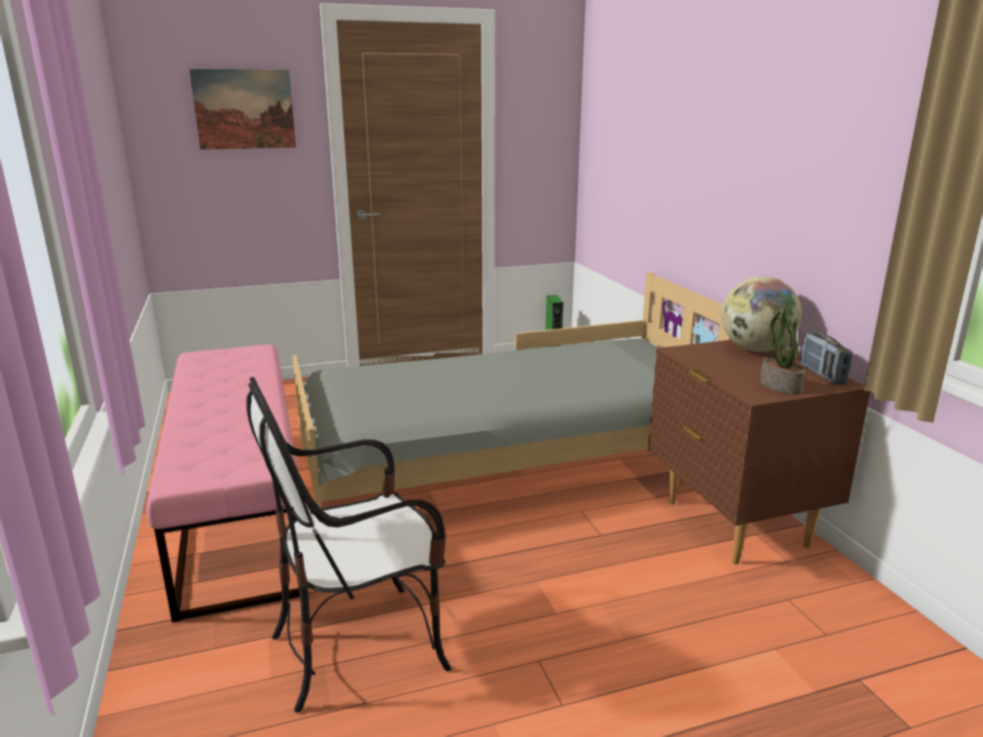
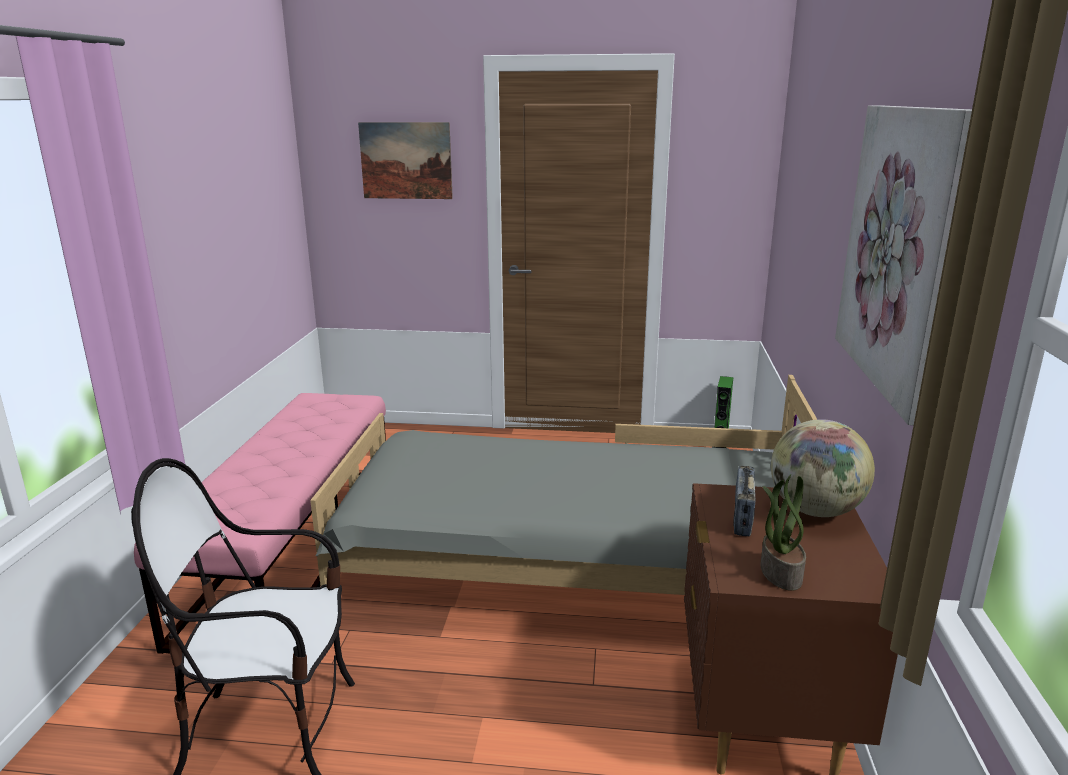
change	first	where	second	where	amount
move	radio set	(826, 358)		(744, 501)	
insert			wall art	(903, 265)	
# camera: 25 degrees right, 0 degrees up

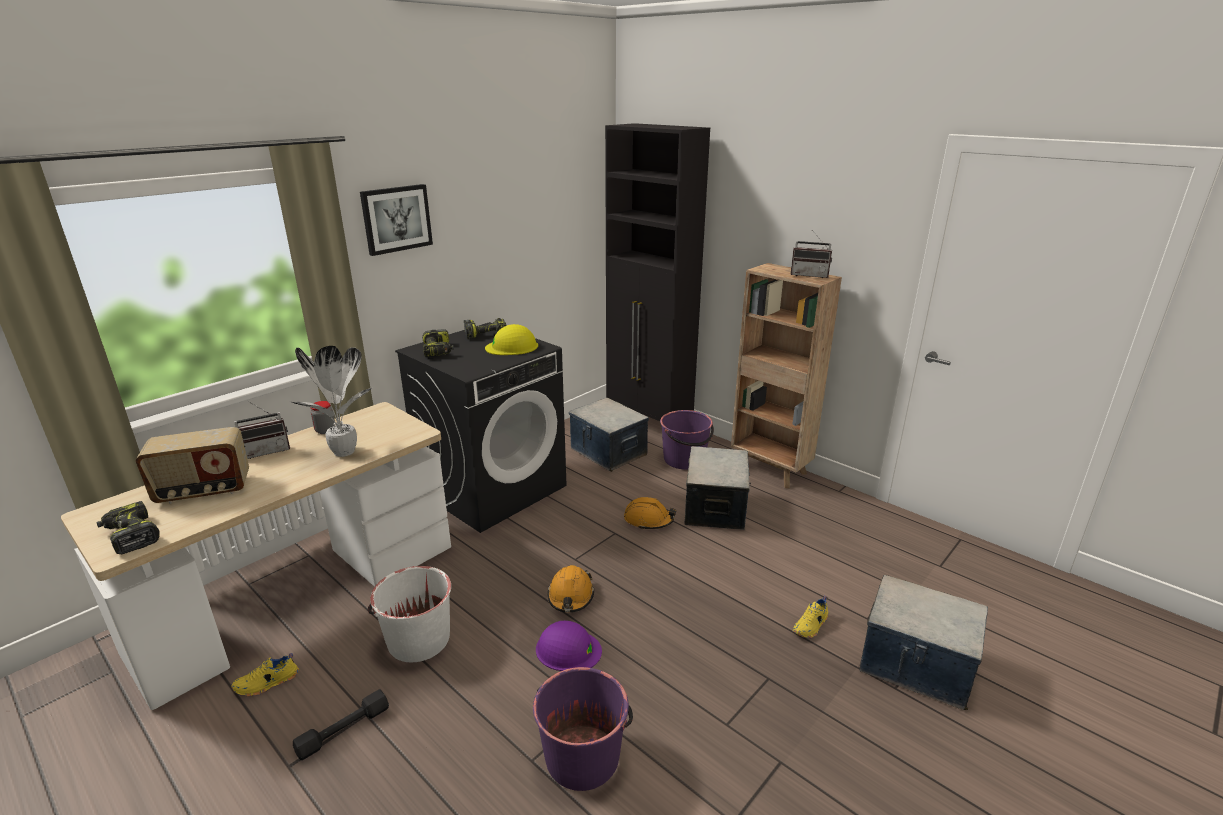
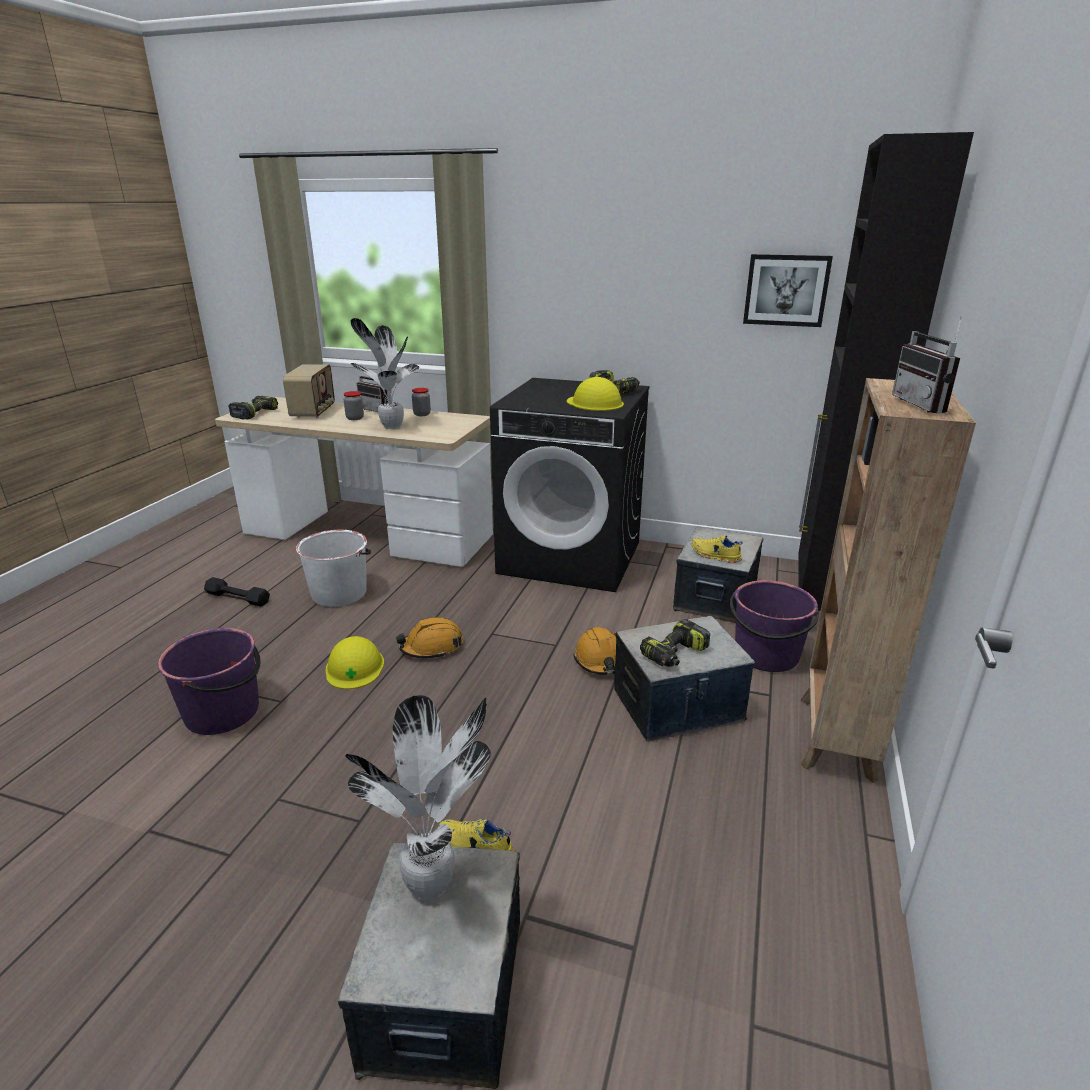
change	first	where	second	where	amount
move	wall art	(396, 220)		(788, 290)	
move	power drill	(438, 343)		(675, 643)	
rotate	radio set	(192, 465)		(309, 391)	135 degrees counterclockwise
recolor	hard hat (purplish)	(569, 646)	hard hat (yellow-coloured)	(355, 662)	
move	low shoe (yellow-coloured)	(265, 675)		(717, 549)	
insert			preserve jar	(354, 405)	
insert			plant in a pot	(418, 798)	
# camera: 65 degrees right, 0 degrees up

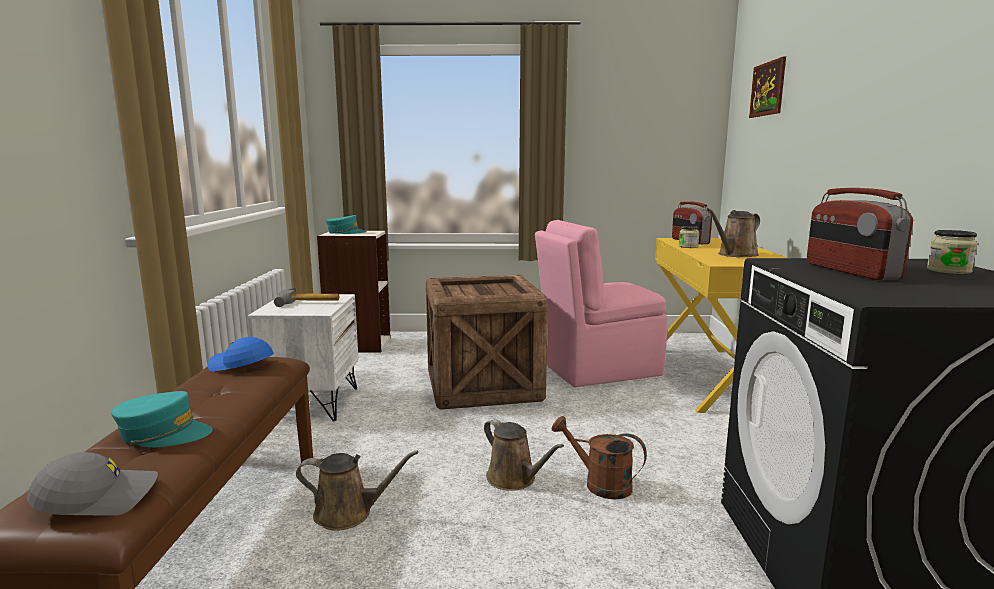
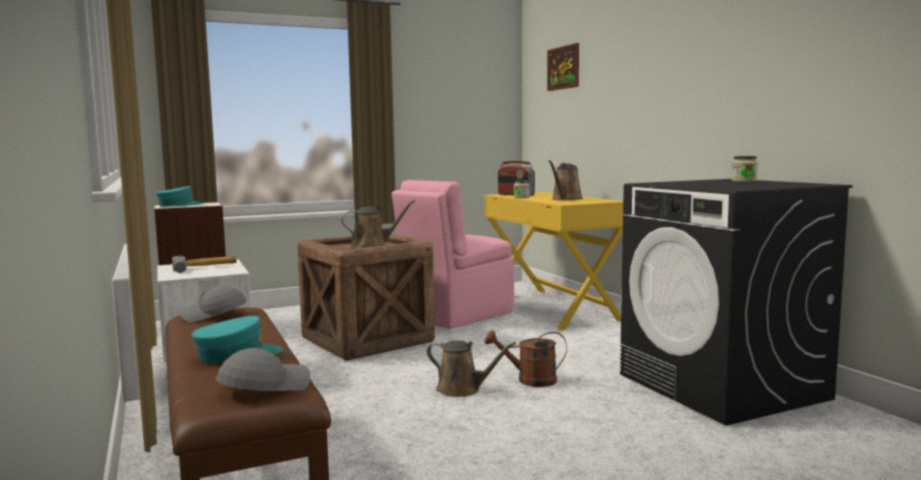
change	first	where	second	where	amount
delete	radio set	(860, 234)			
recolor	cap (blue)	(241, 354)	cap (greyish)	(213, 304)	
move	sprinkling can (brown-coloured)	(357, 490)		(378, 224)	
# camera: 25 degrees left, 5 degrees down

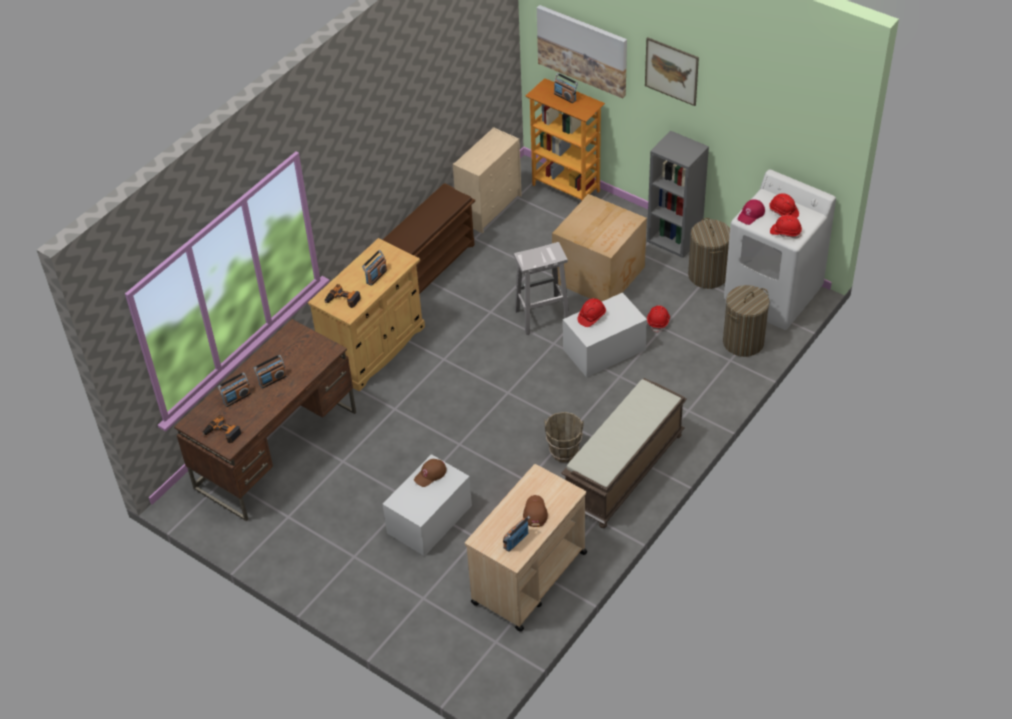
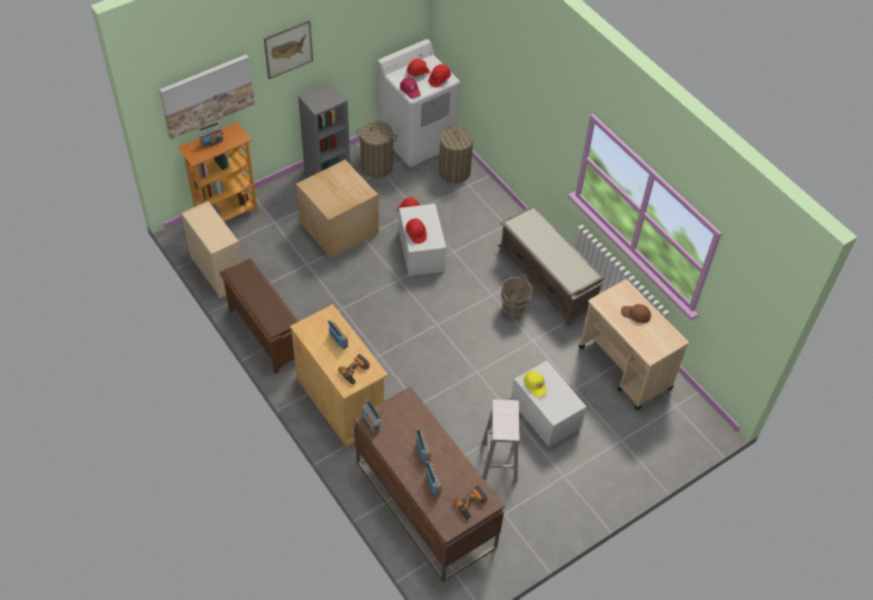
change	first	where	second	where	amount
move	stool (white-coloured)	(541, 288)		(501, 441)	
recolor	cap (brown-coloured)	(430, 473)	cap (yellow-coloured)	(535, 384)	
move	radio set	(516, 534)		(371, 417)	
# camera: 75 degrees left, 5 degrees up

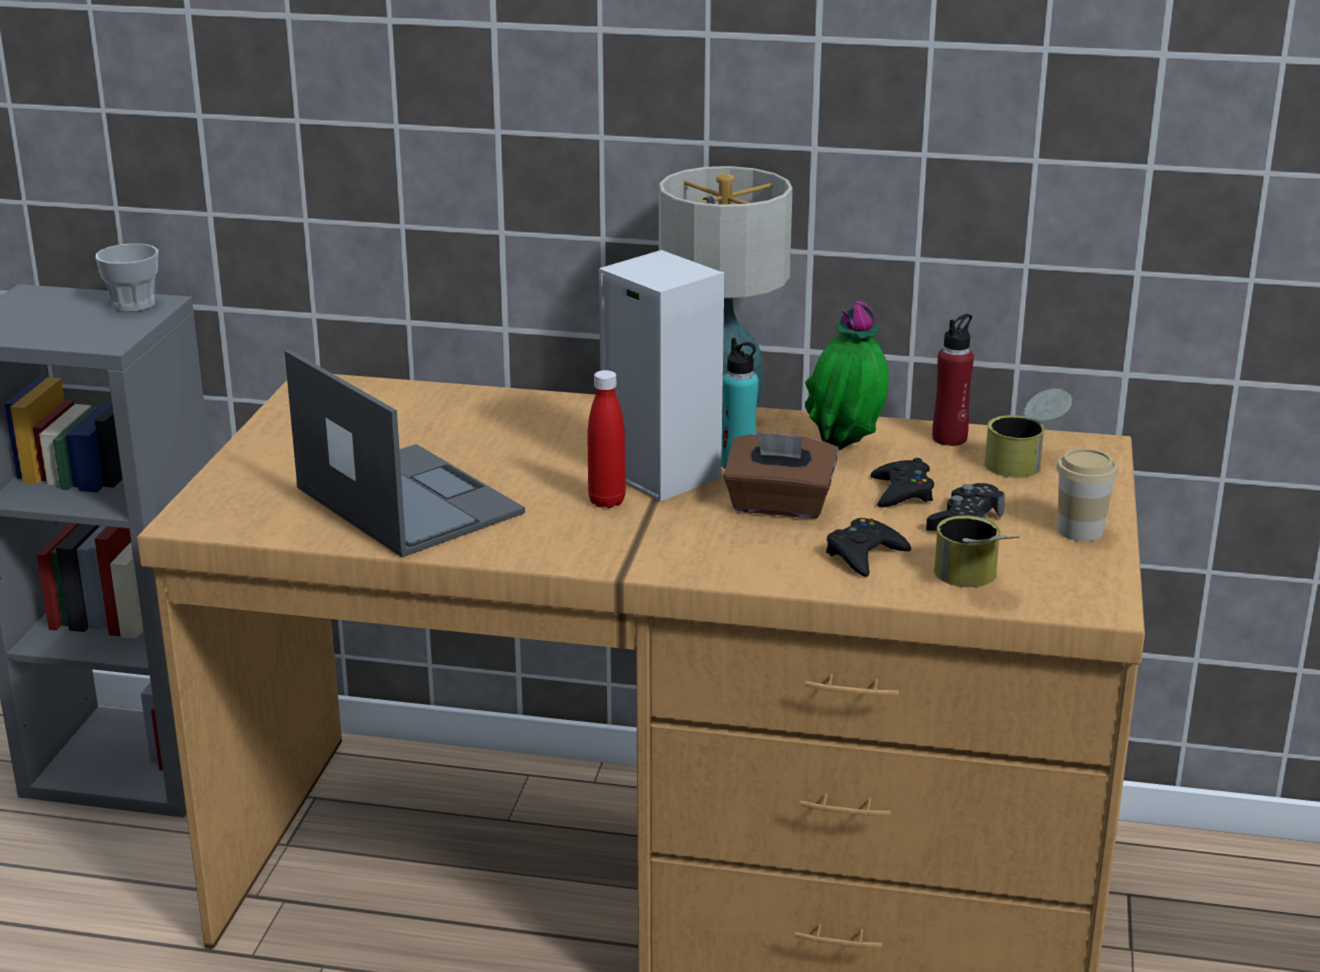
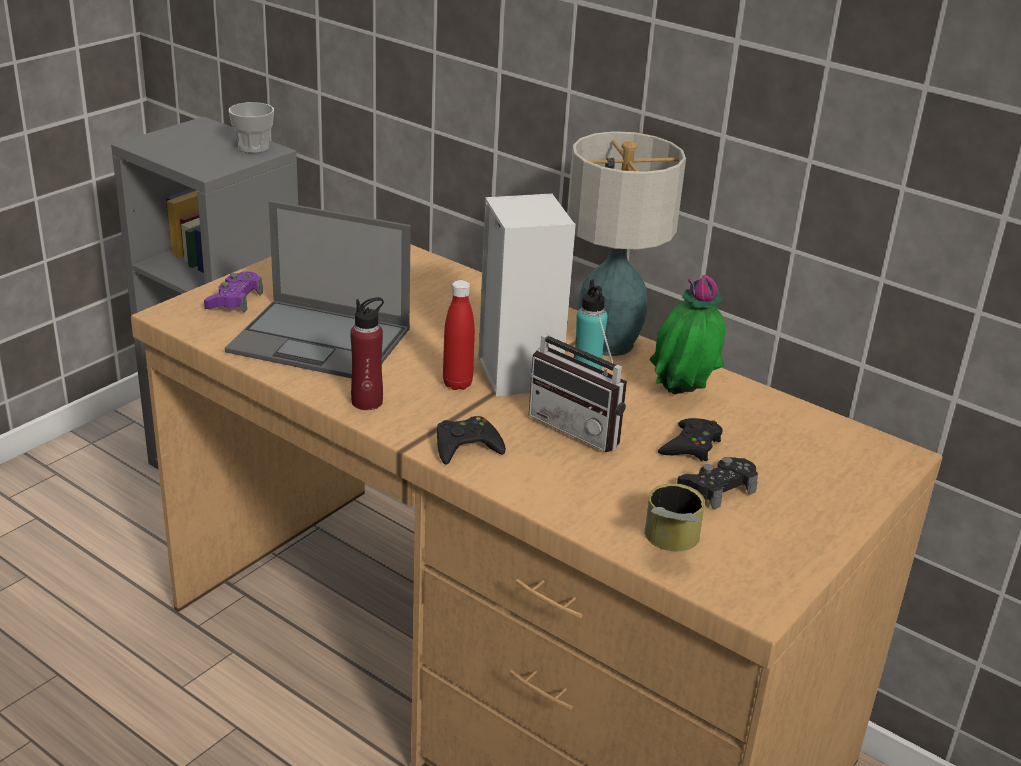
change	first	where	second	where	amount
move	bottle (red)	(953, 380)		(367, 353)	
rotate	notebook computer	(405, 453)		(318, 289)	120 degrees clockwise
delete	metal can	(1028, 433)			
replace	tissue holder (brown-coloured)	(781, 475)	radio set	(578, 381)	
delete	cup	(1087, 495)			
move	joypad (blackish)	(868, 547)		(471, 440)	
insert			joypad (purplish)	(233, 292)	
# camera: 25 degrees right, 5 degrees up

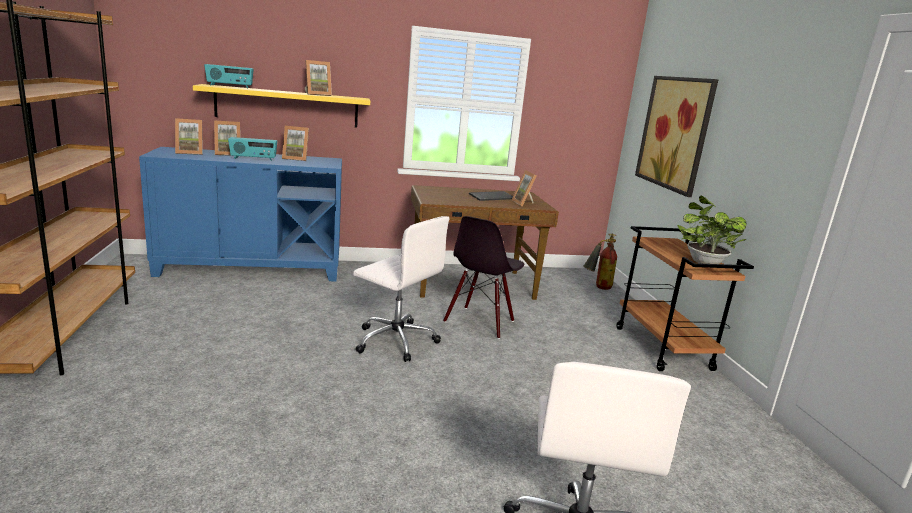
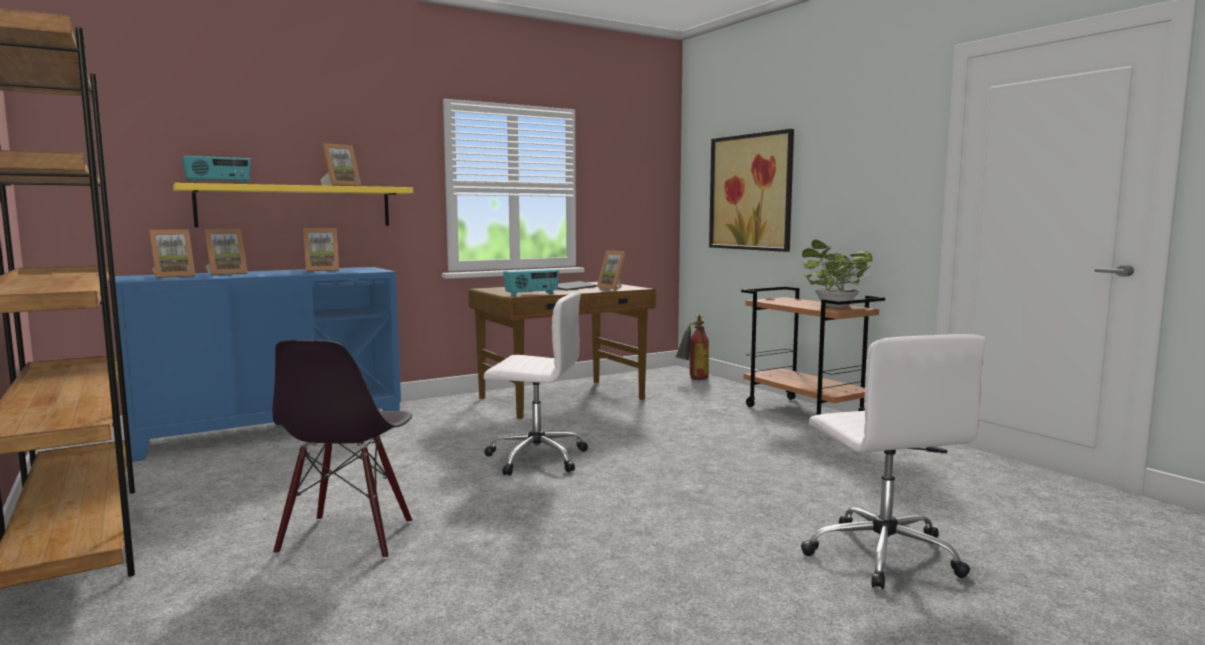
change	first	where	second	where	amount
move	radio set	(252, 149)		(531, 282)	
move	plain chair (blackish)	(483, 277)		(342, 449)	
# camera: 20 degrees left, 10 degrees down

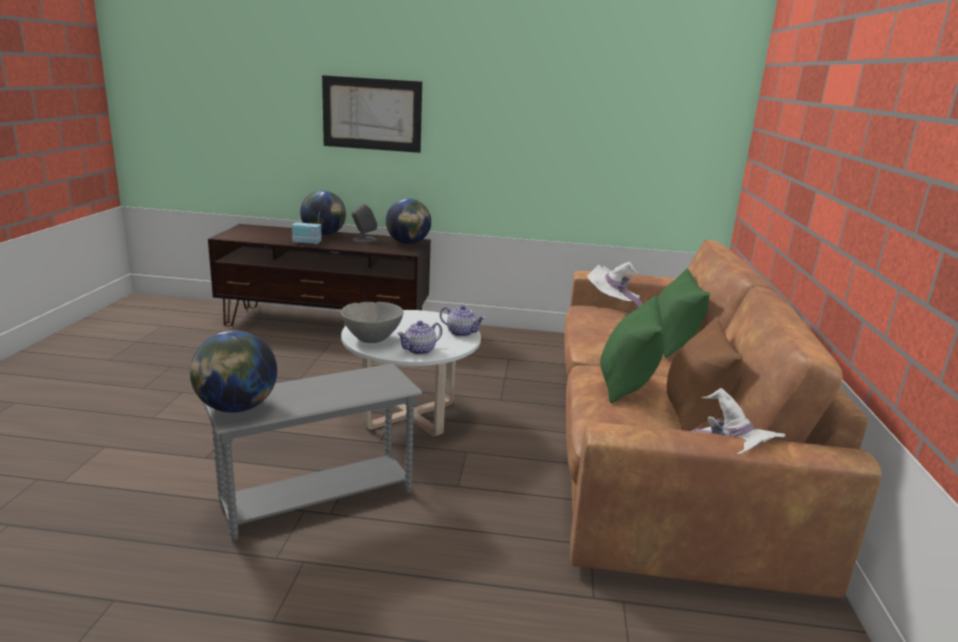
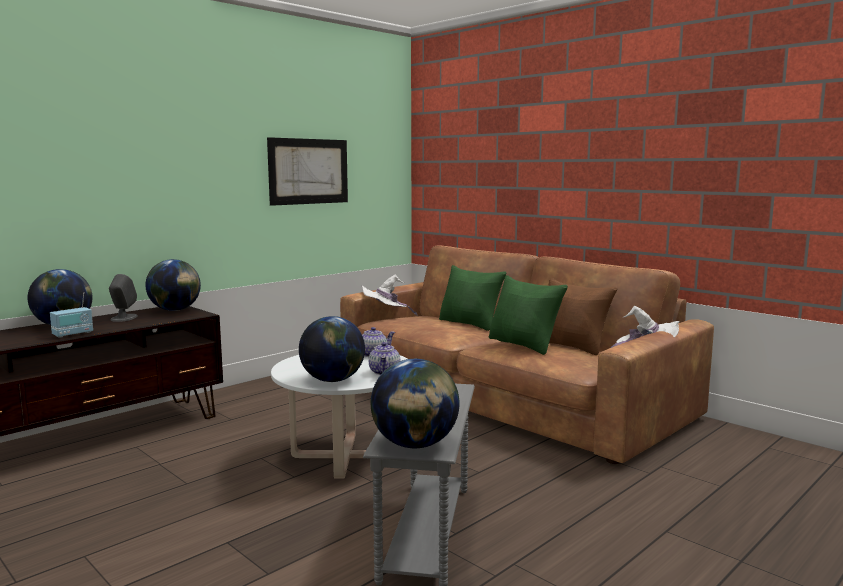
change	first	where	second	where	amount
move	wall art	(372, 114)		(307, 171)	
replace	serving bowl (greyish)	(372, 322)	desk globe	(332, 349)	
# camera: 50 degrees left, 10 degrees down

